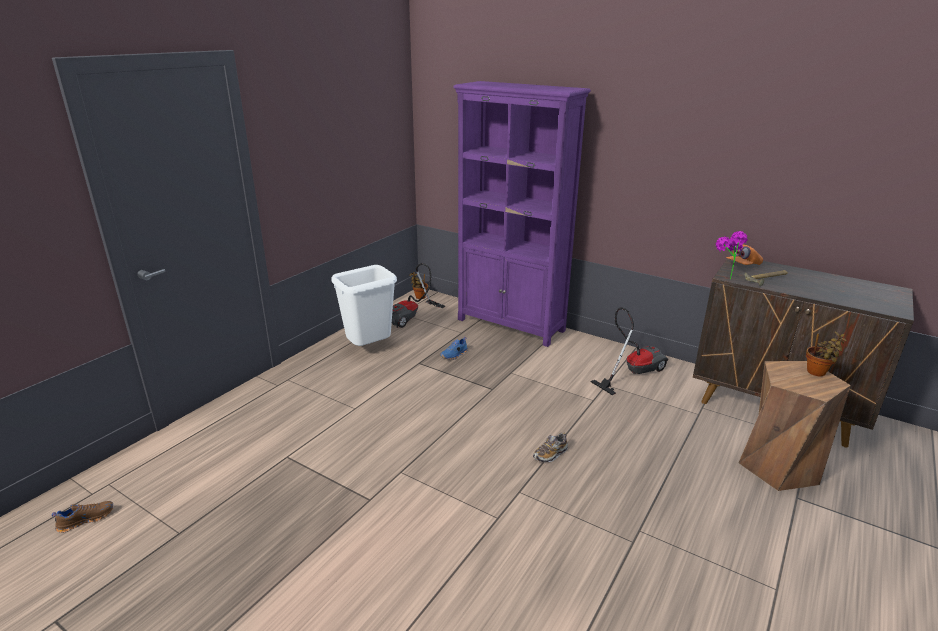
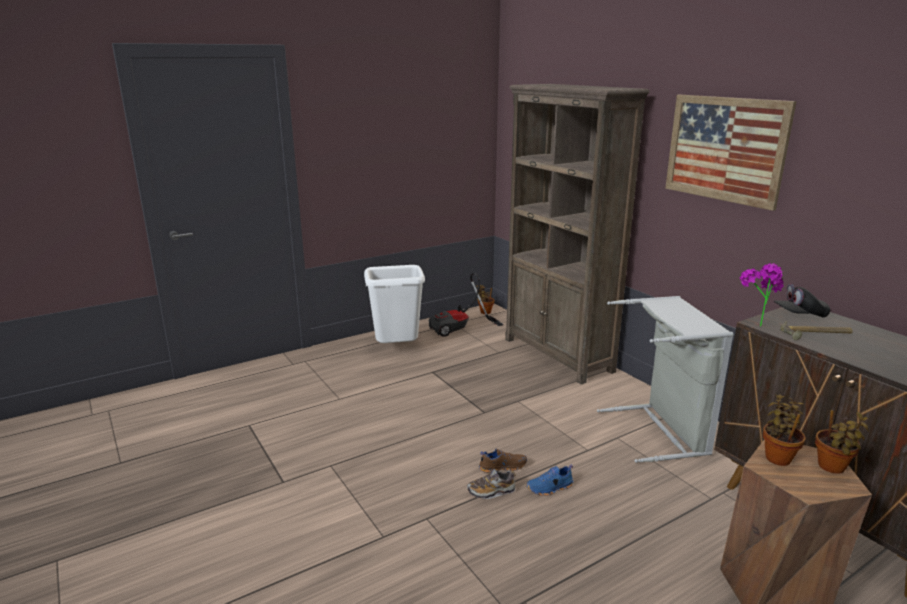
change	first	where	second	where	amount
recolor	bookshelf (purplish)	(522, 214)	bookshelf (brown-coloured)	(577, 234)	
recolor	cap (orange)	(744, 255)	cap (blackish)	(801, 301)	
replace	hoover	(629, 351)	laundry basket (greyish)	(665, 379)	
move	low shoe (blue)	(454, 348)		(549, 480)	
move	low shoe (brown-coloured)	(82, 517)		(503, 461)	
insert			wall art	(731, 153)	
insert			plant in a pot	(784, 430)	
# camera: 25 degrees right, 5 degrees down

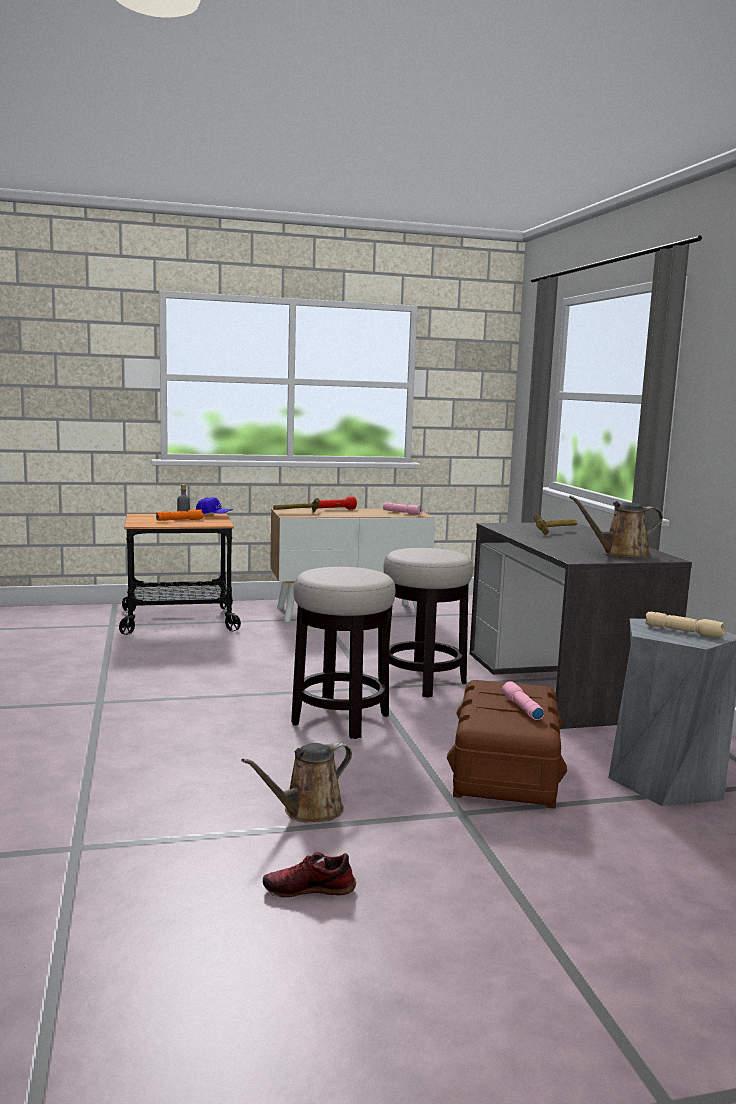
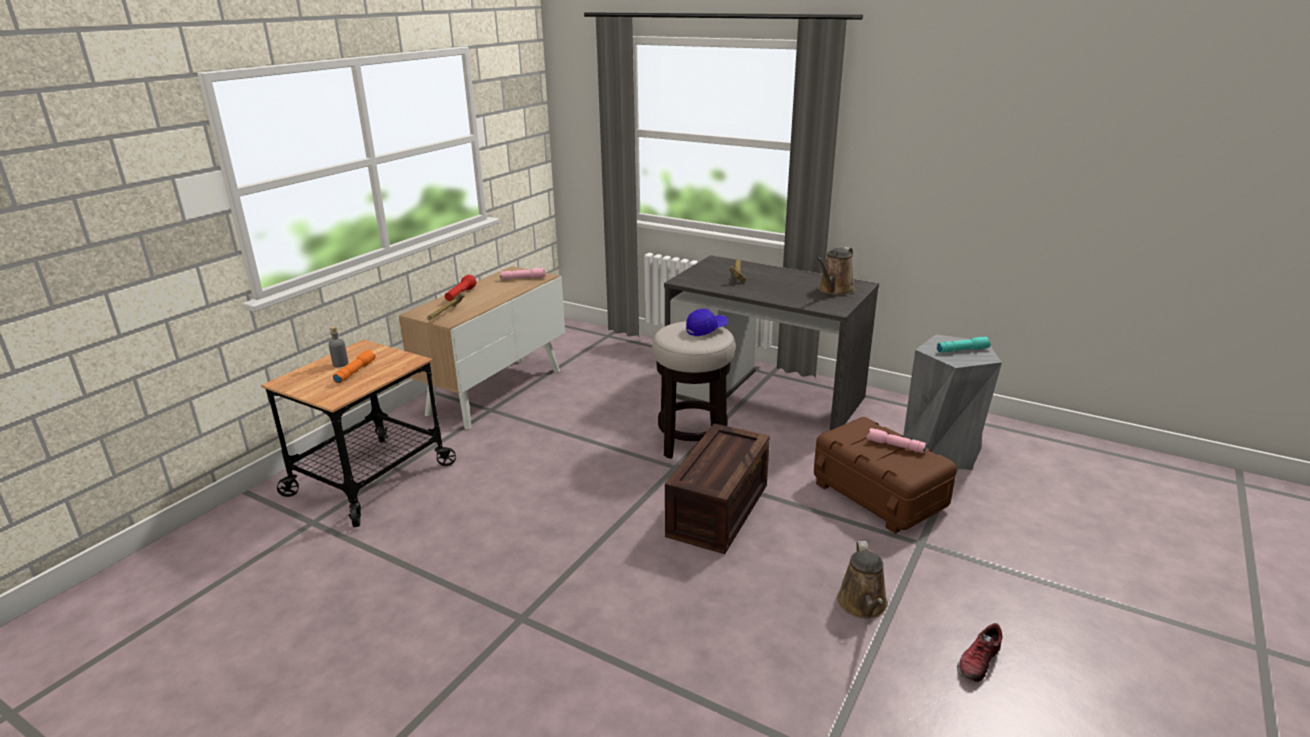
change	first	where	second	where	amount
move	cap (blue)	(214, 505)		(707, 322)	
replace	stool	(343, 653)	shipping crate	(717, 488)	
recolor	flashlight (beige-coloured)	(685, 625)	flashlight (turquoise-coloured)	(963, 345)	
# camera: 45 degrees left, 15 degrees up

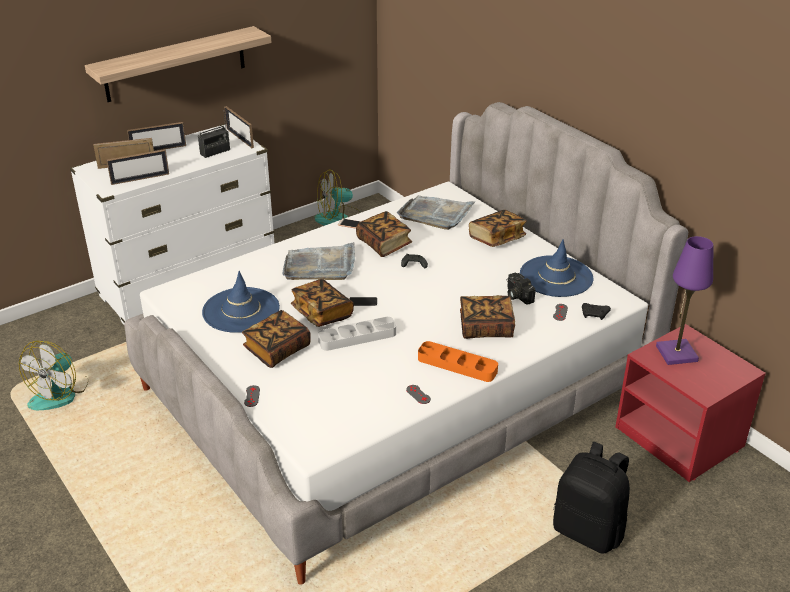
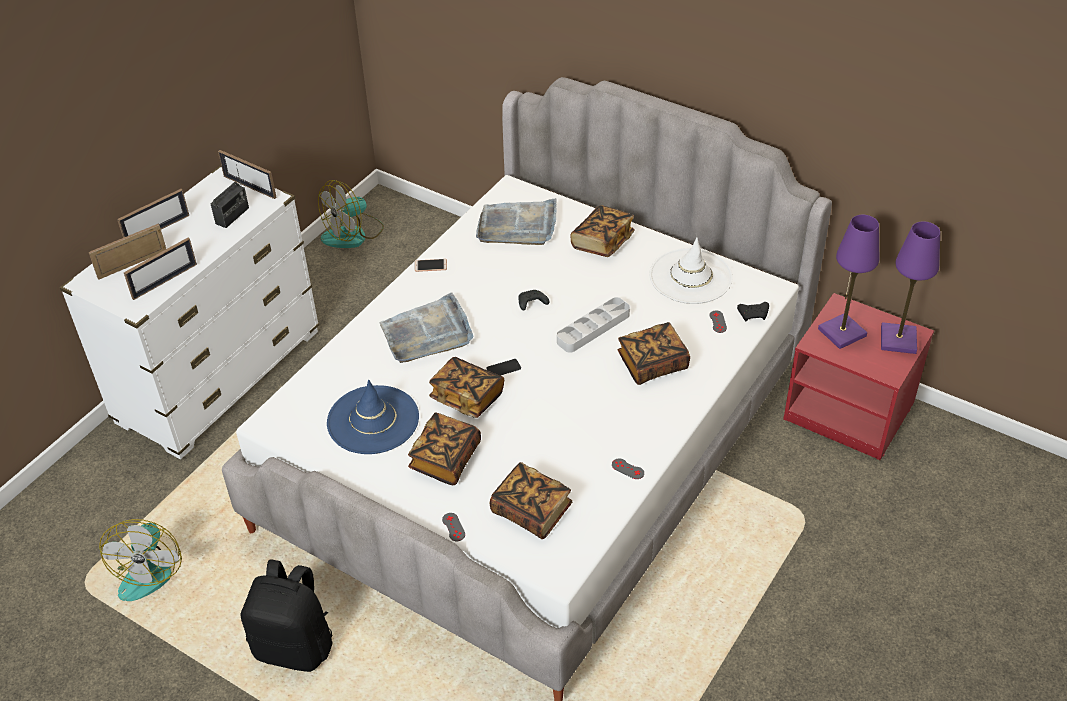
change	first	where	second	where	amount
delete	wall shelf	(178, 64)			
move	bound book	(384, 234)		(530, 500)	
recolor	hat (blue)	(556, 268)	hat (white-coloured)	(691, 271)	
delete	photo camera	(521, 289)			
move	tray (greyish)	(357, 334)		(593, 325)	
delete	tray (orange)	(458, 361)			
move	rucksack (blackish)	(591, 498)		(286, 615)	
insert			table lamp (purplish)	(910, 287)	
# camera: 20 degrees left, 10 degrees up

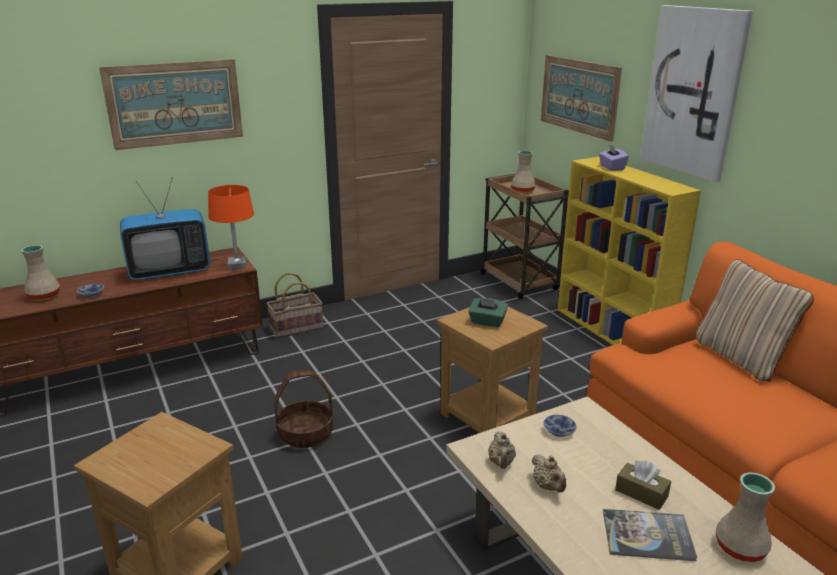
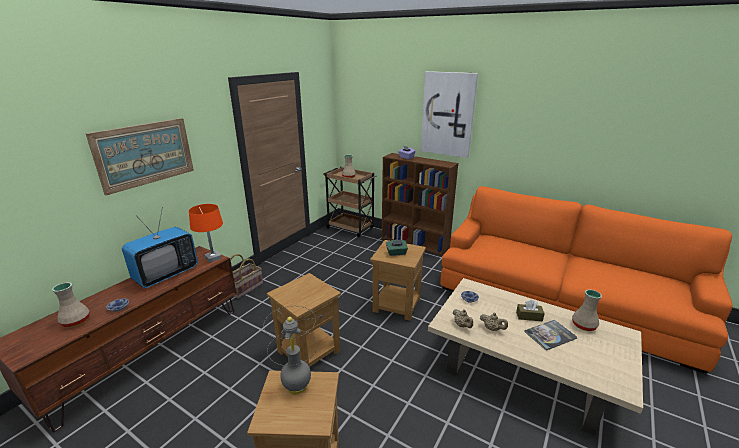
change	first	where	second	where	amount
delete	wall art	(581, 98)			
recolor	bookshelf (yellow-coloured)	(629, 251)	bookshelf (brown-coloured)	(420, 204)	
delete	throw pillow (beige-coloured)	(755, 320)			
replace	basket	(303, 408)	end table (brown-coloured)	(304, 320)	
insert			table lamp (greyish)	(291, 350)	
# camera: 30 degrees left, 0 degrees up

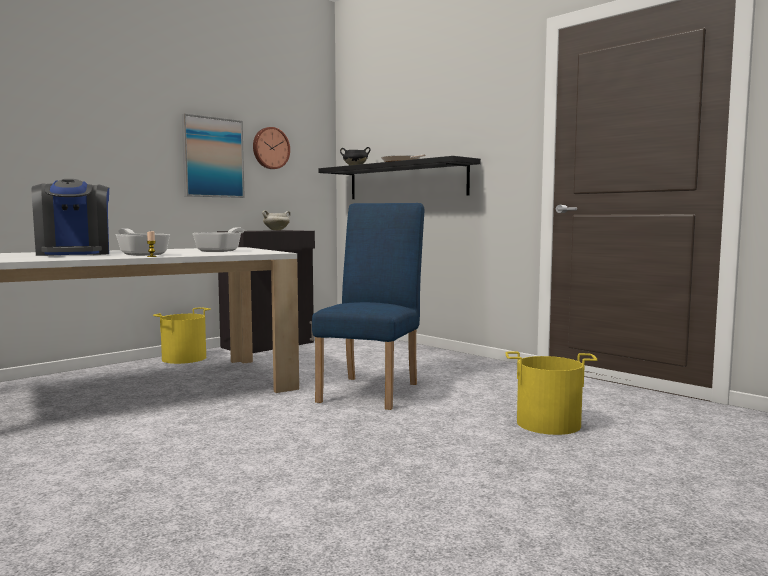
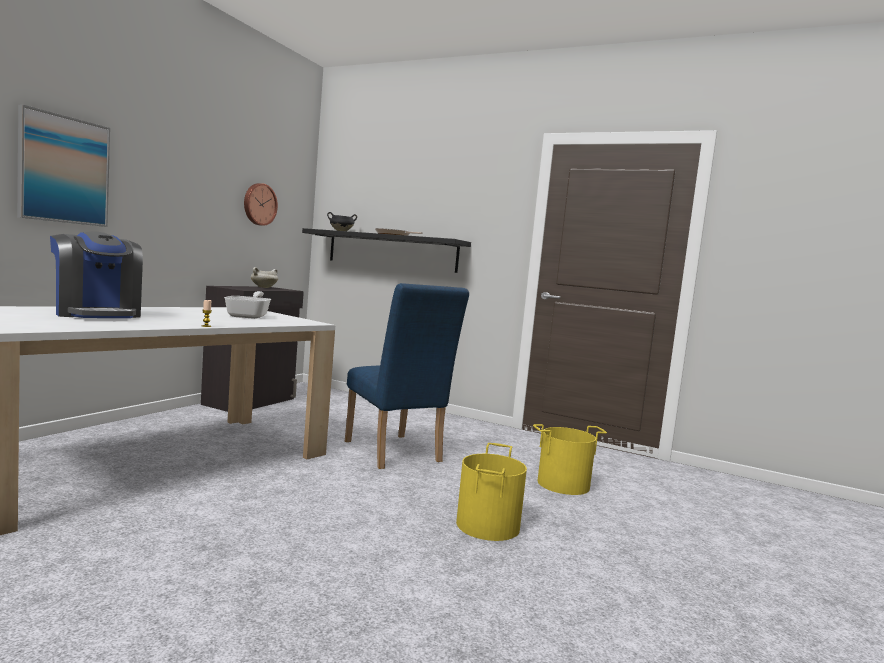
change	first	where	second	where	amount
move	wall art	(213, 156)		(63, 165)	
rotate	plain chair (blue)	(368, 306)		(407, 376)	150 degrees clockwise
delete	frying pan	(143, 242)			
move	water bucket (yellow-coloured)	(182, 335)		(491, 492)	
# camera: 20 degrees left, 0 degrees up

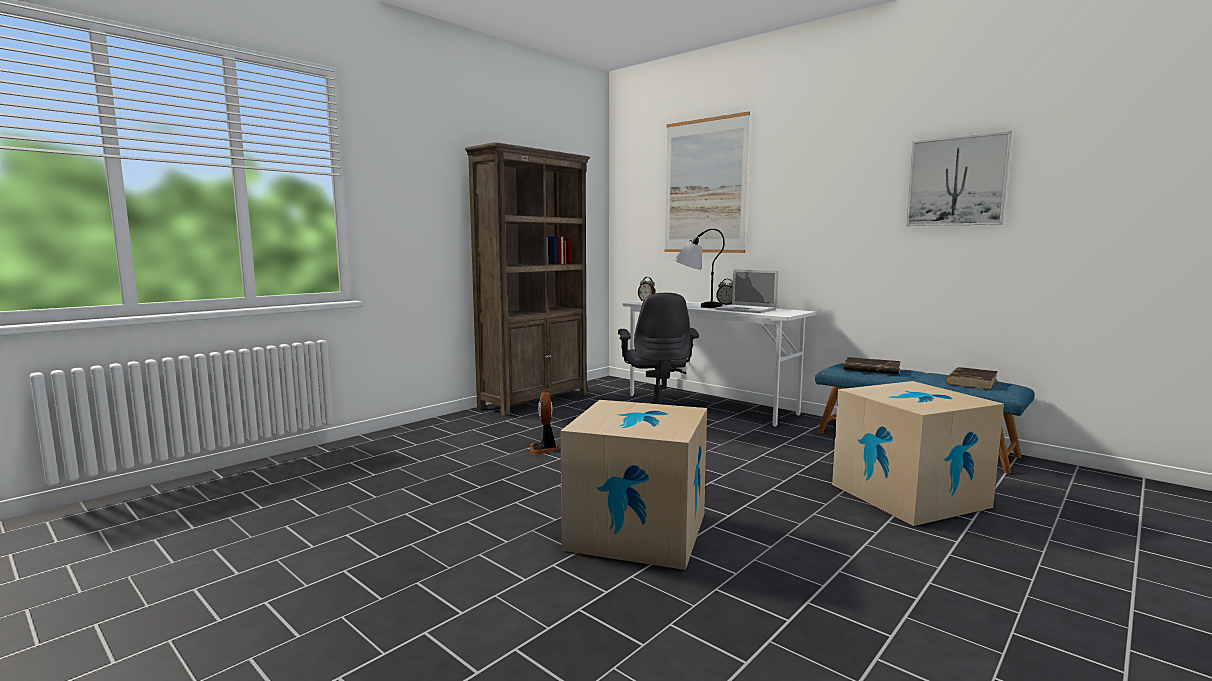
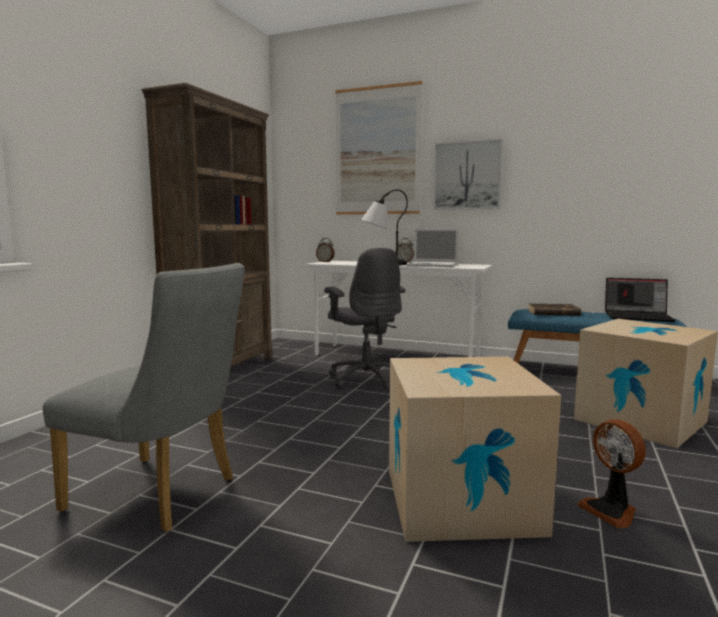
change	first	where	second	where	amount
move	wall art	(959, 178)		(468, 174)	
replace	bound book (brown-coloured)	(971, 378)	notebook computer	(640, 300)	
move	electric fan	(544, 423)		(611, 473)	
insert			plain chair (greyish)	(144, 397)	
# camera: 20 degrees left, 0 degrees up

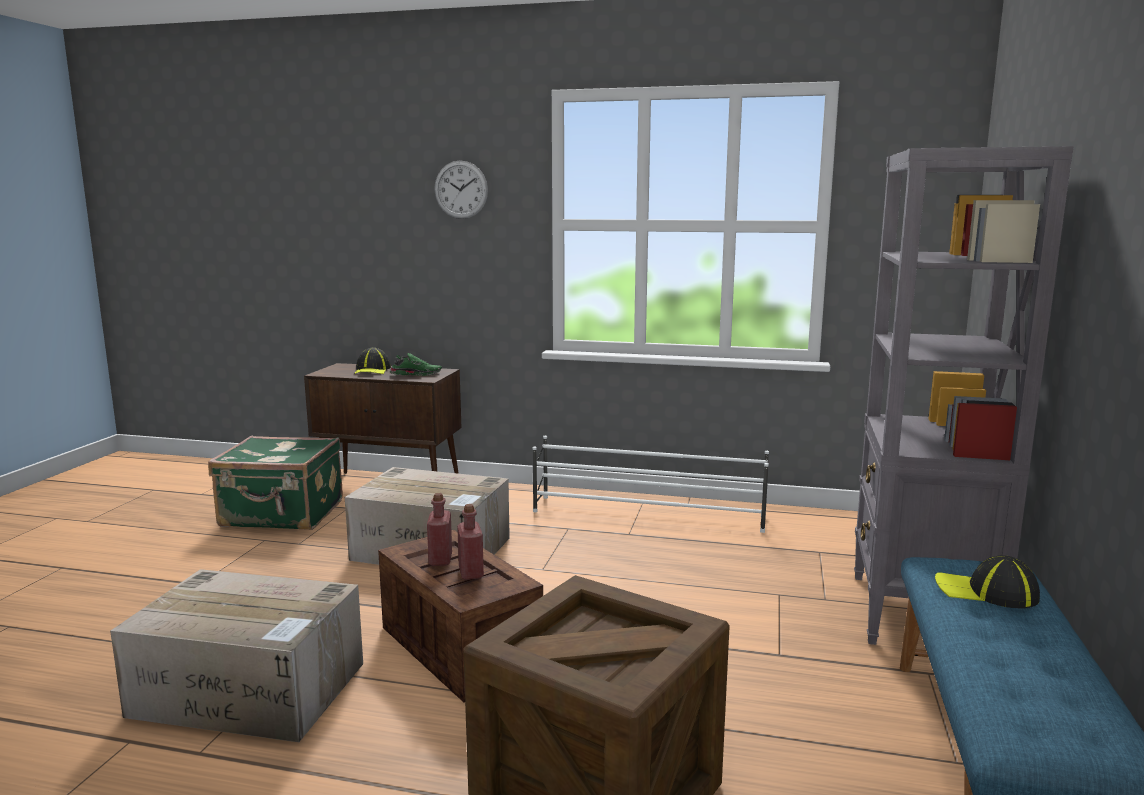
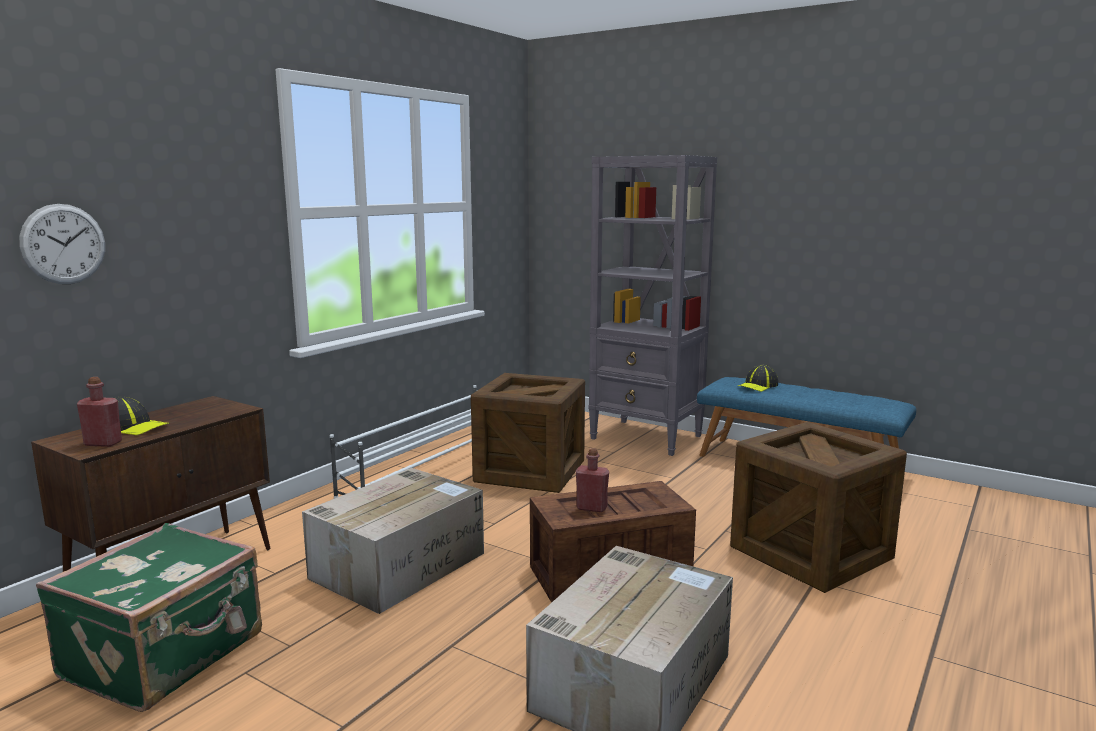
change	first	where	second	where	amount
move	hanging clock	(461, 189)		(62, 244)	
delete	low shoe (green)	(416, 364)			
move	bottle (red)	(470, 542)		(99, 412)	
insert			shipping crate	(528, 433)	
# camera: 70 degrees left, 0 degrees up

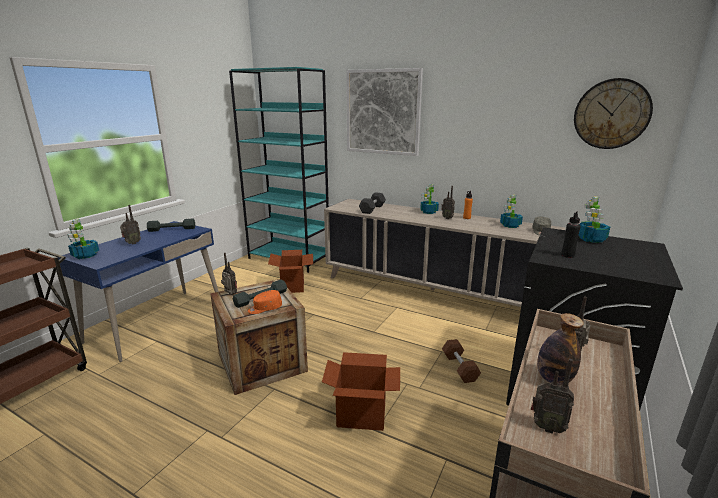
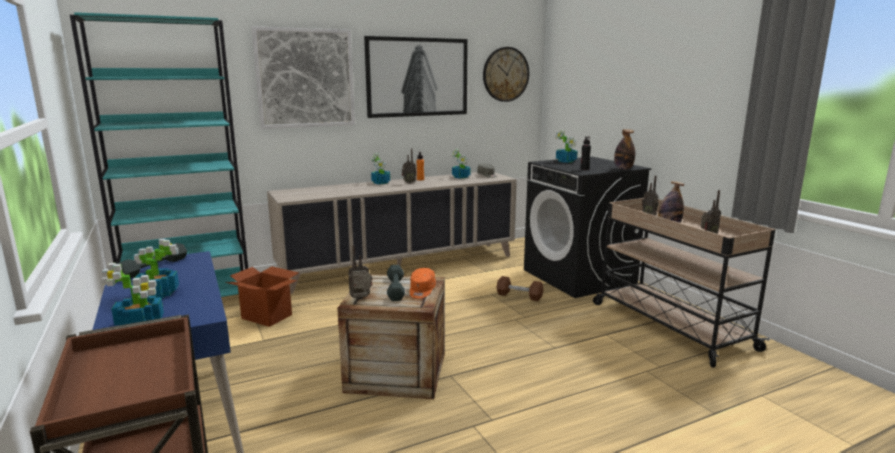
change	first	where	second	where	amount
delete	hand weight (blackish)	(372, 203)			
replace	radio set	(130, 224)	plant in a pot	(156, 268)	
delete	carton	(361, 391)			
insert			wall art	(416, 77)	
insert			bottle	(624, 149)	
# camera: 55 degrees left, 5 degrees down

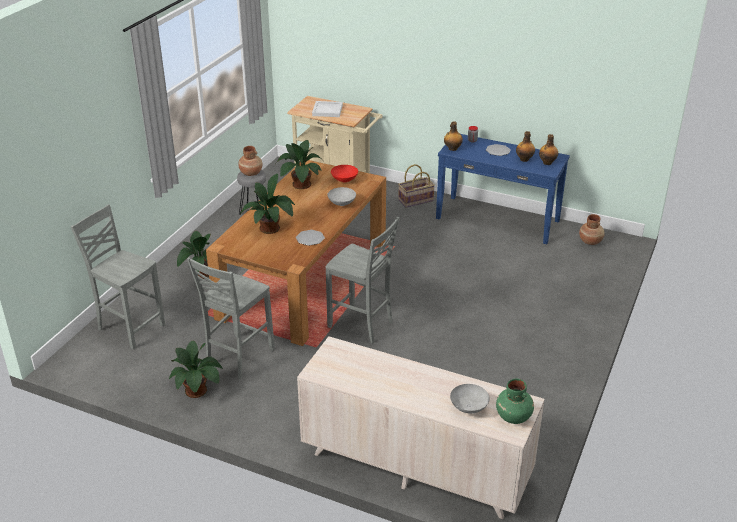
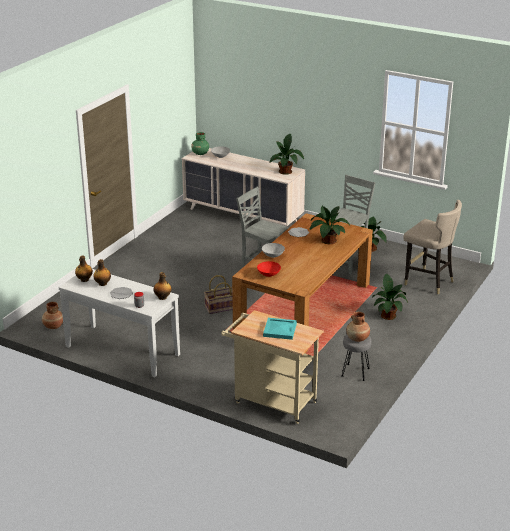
change	first	where	second	where	amount
recolor	tray (white-coloured)	(327, 109)	tray (turquoise-coloured)	(280, 329)	
recolor	narrow table (blue)	(503, 189)	narrow table (white-coloured)	(119, 323)	
move	plant in a pot	(299, 164)		(286, 154)	
move	basket	(416, 186)		(218, 294)	
replace	plain chair (greyish)	(118, 276)	stool (beige-coloured)	(433, 247)	
# camera: 175 degrees left, 5 degrees down

